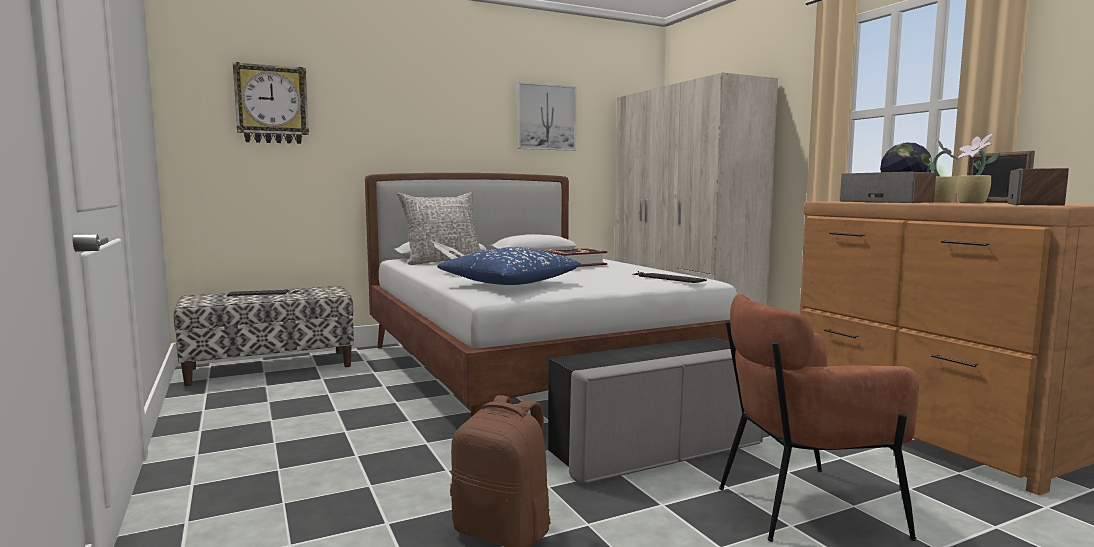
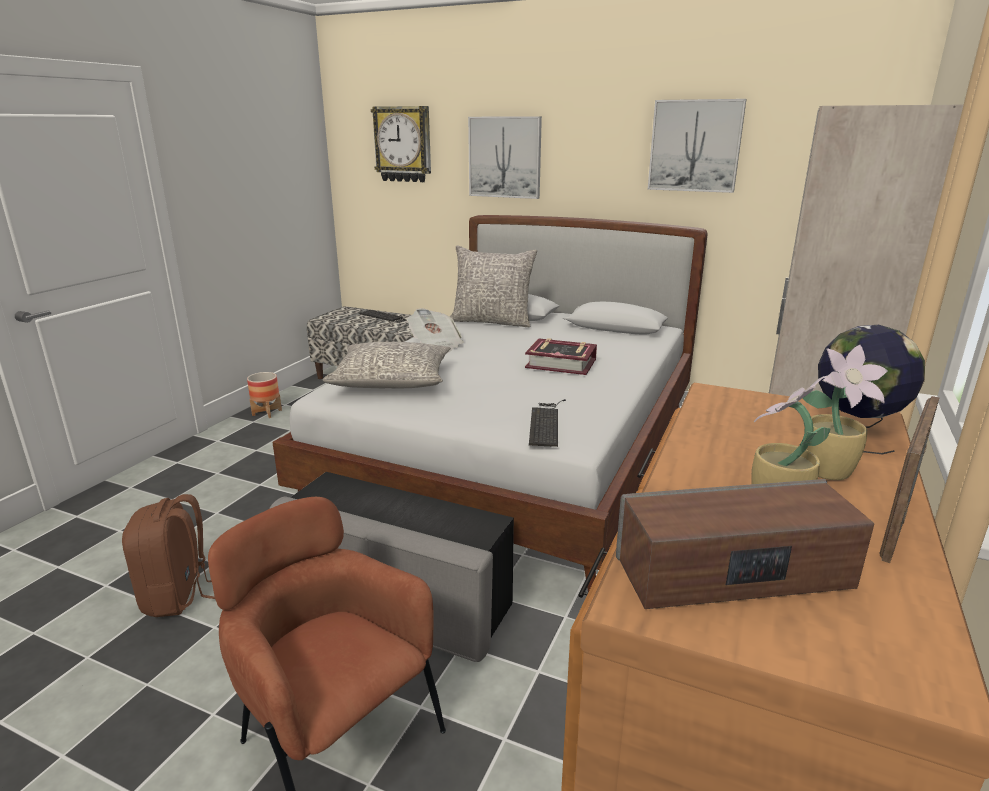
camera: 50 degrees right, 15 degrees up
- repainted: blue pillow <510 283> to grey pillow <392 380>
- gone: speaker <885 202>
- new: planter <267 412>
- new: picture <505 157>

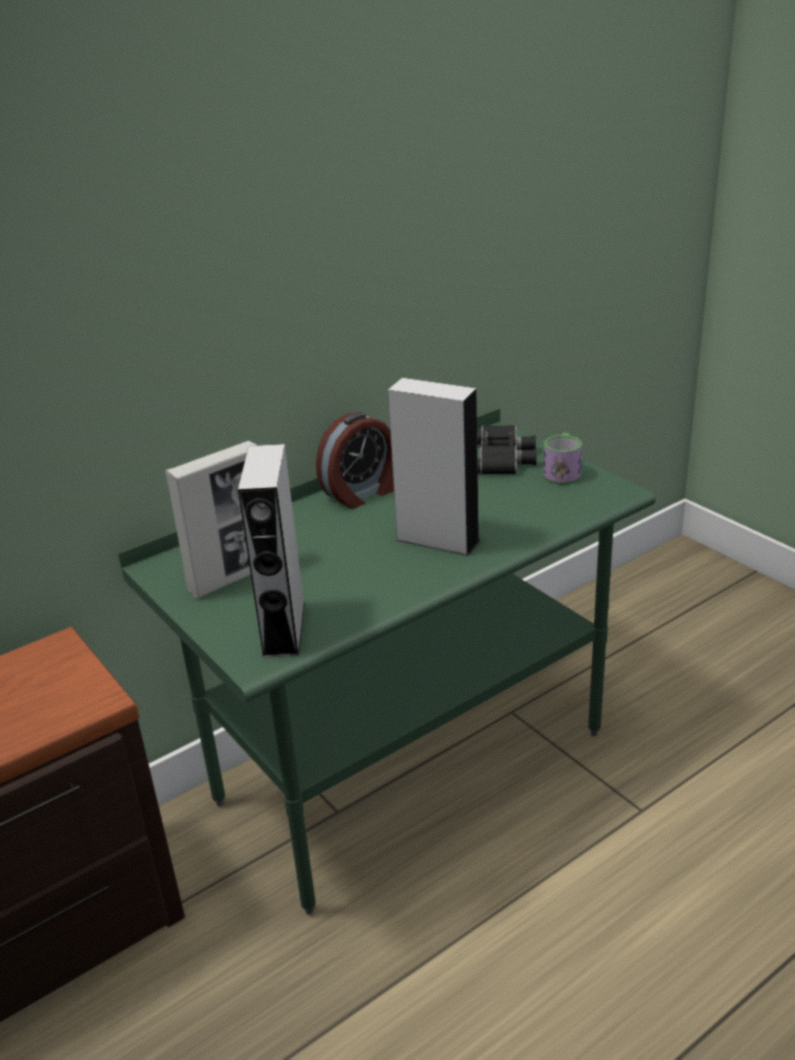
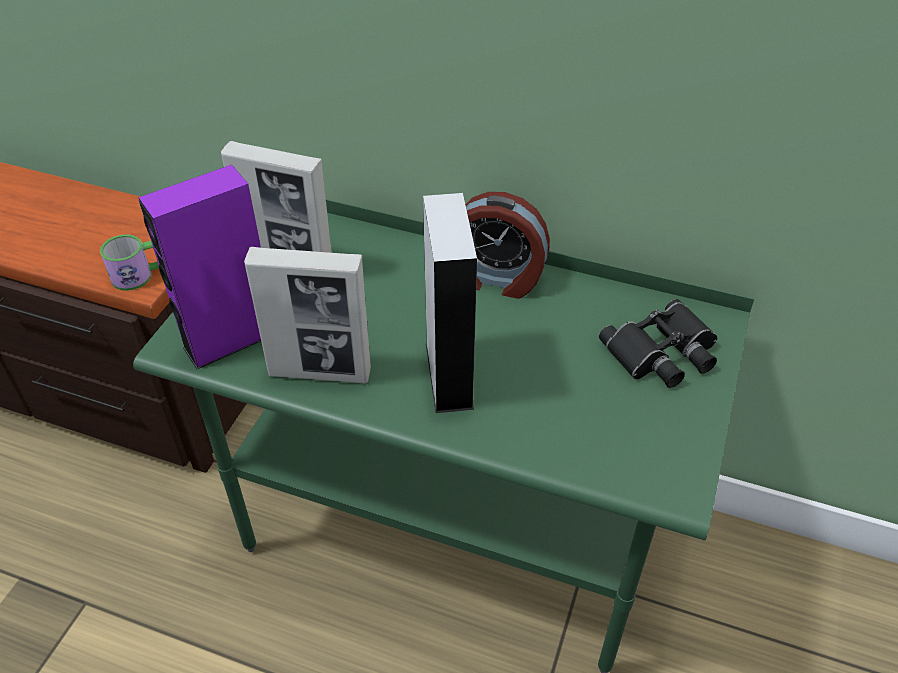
camera: 55 degrees right, 15 degrees up
- repainted: grey speaker <284 629> to purple speaker <231 340>
- shifted: mug <563 472> to <139 275>
- new: picture frame <320 372>

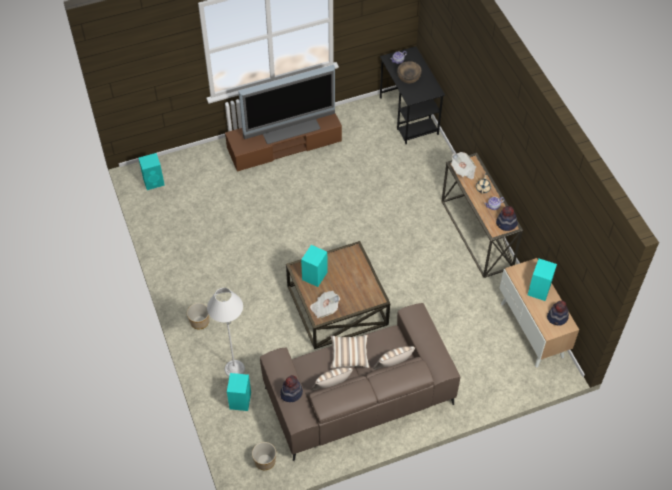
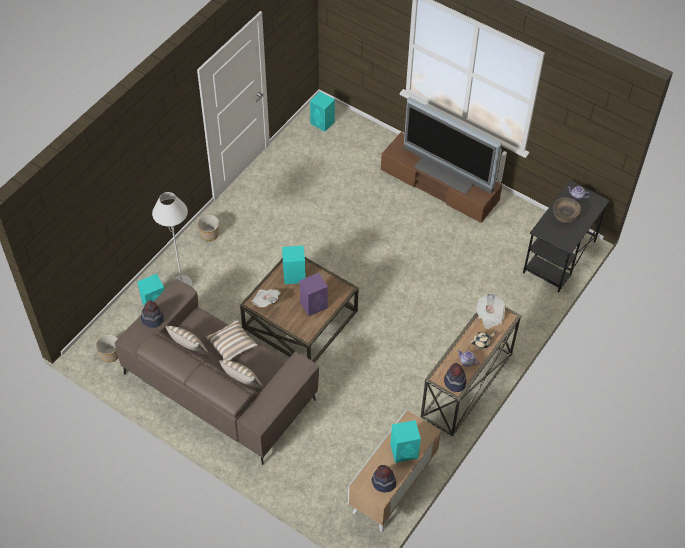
camera: 55 degrees right, 0 degrees up
- new: purple speaker <314 305>

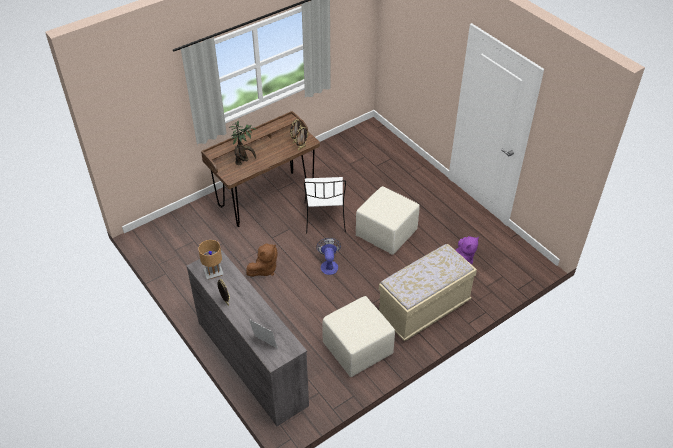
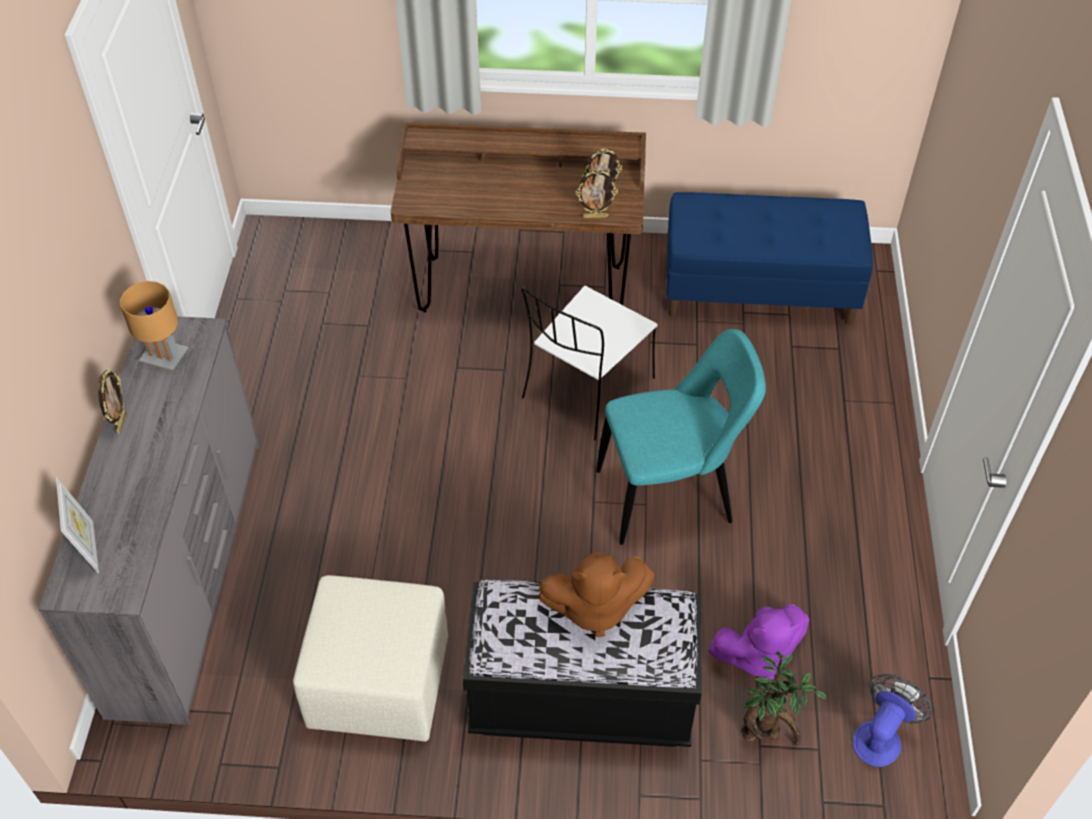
camera: 40 degrees right, 5 degrees up
- shifted: potted plant <244 161> to <766 734>
- shifted: brown plush toy <264 269> to <594 608>
- shifted: fan <329 265> to <880 736>
- swapped: beige ottoman <387 234> to turquoise chair <670 495>
- repainted: beige bench <424 309> to black bench <581 699>
- new: blue bench <759 291>

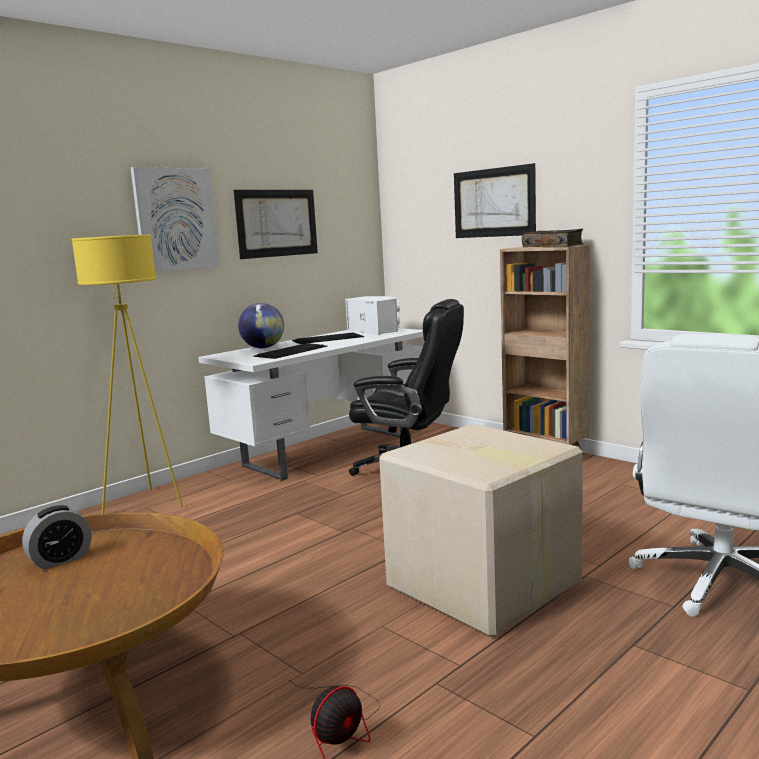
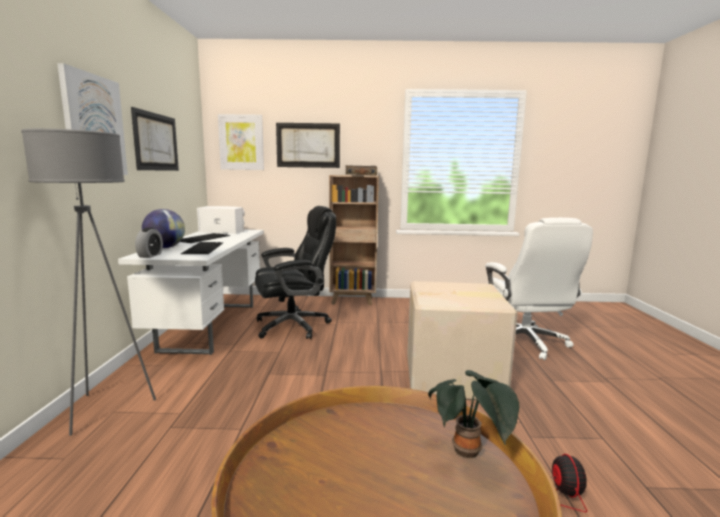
camera: 45 degrees left, 0 degrees up
- shifted: alarm clock <61 560> to <150 255>
- repainted: yellow floor lamp <146 504> to grey floor lamp <107 408>
- new: picture <241 142>
- new: potted plant <468 453>

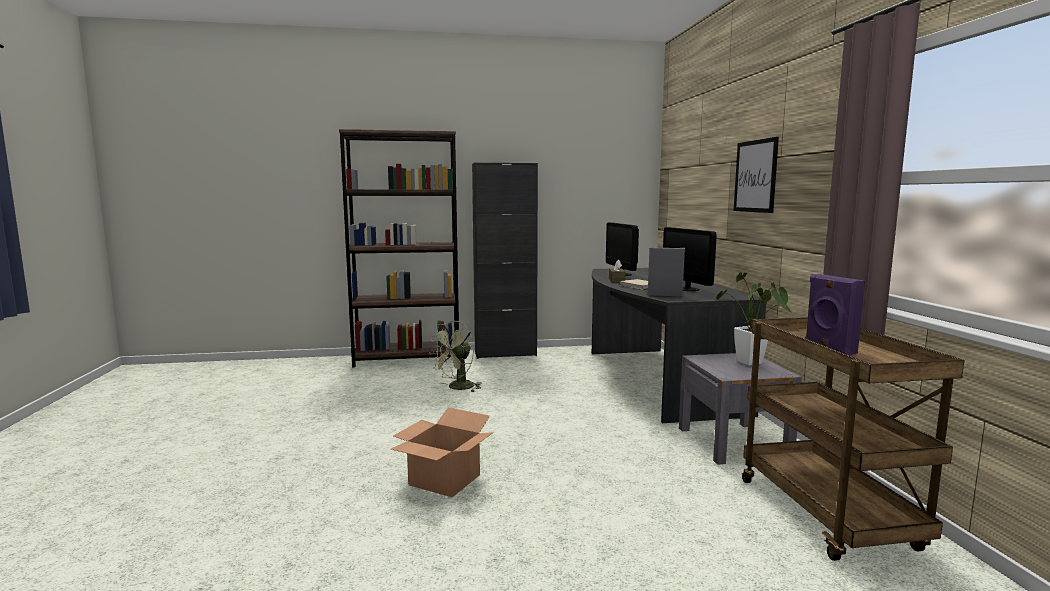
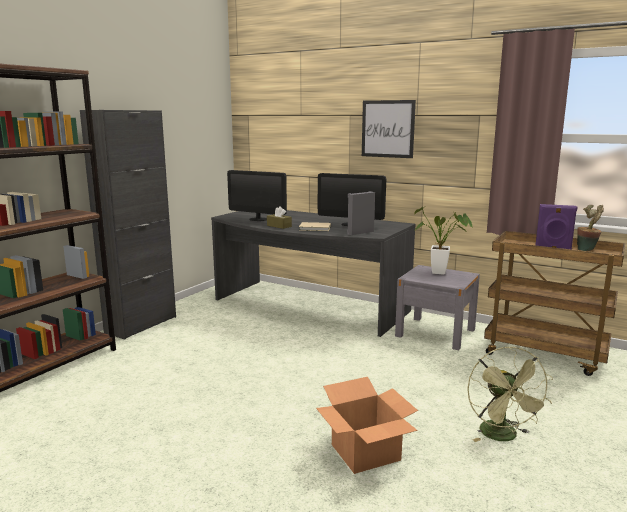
camera: 50 degrees left, 5 degrees up
- shifted: green fan <457 388> to <503 437>
- new: potted plant <587 249>

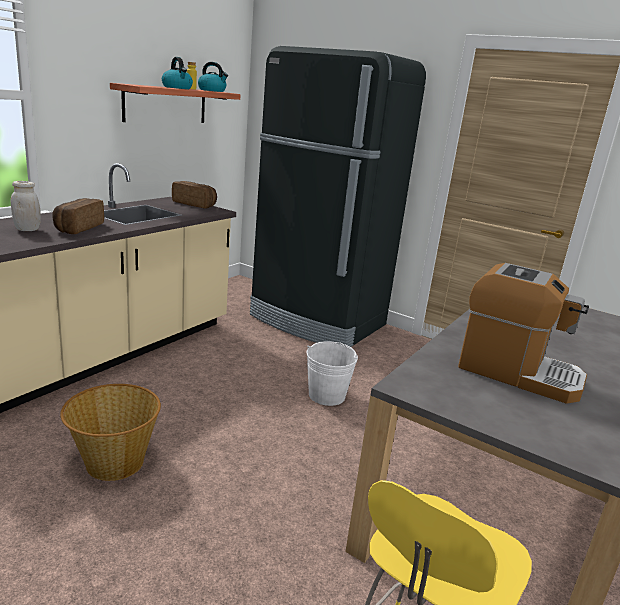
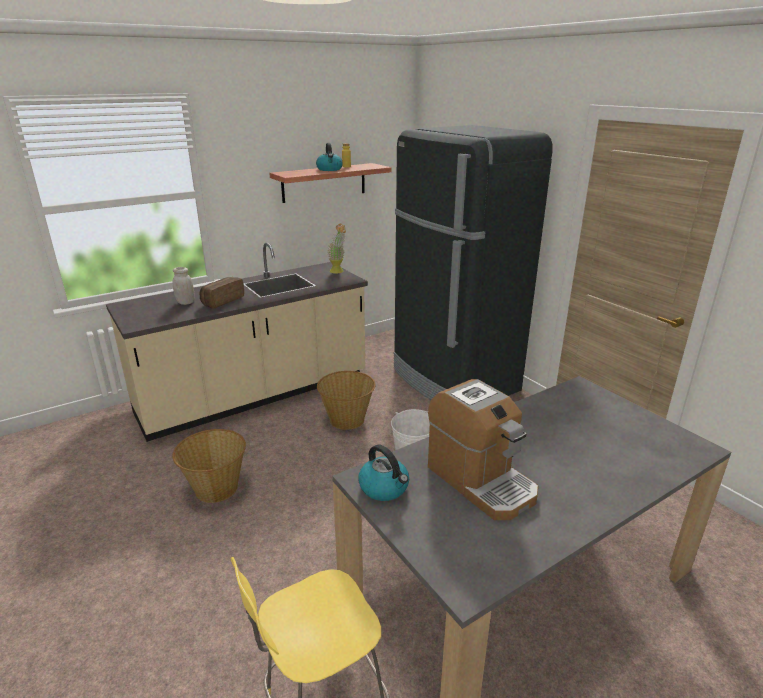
camera: 25 degrees right, 5 degrees up
- swapped: bread <195 204> to potted plant <338 272>
- shifted: kettle <212 91> to <384 488>
- new: basket <347 419>

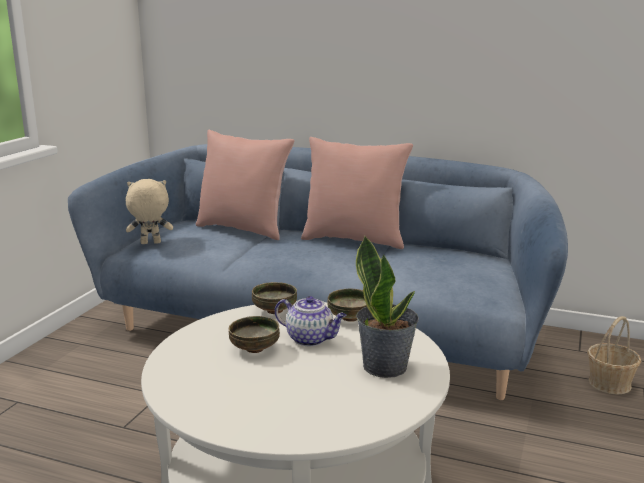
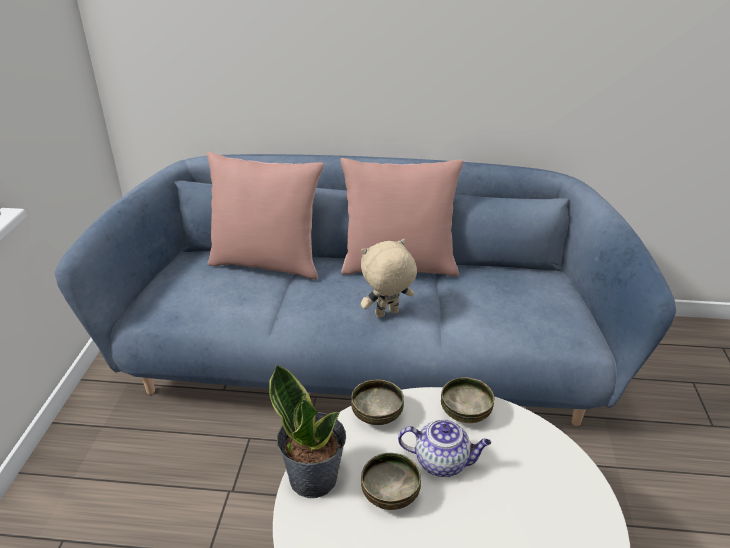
camera: 15 degrees left, 15 degrees up
- shifted: beige plush toy <150 243> to <387 314>
- shifted: potted plant <385 366> to <314 477>
- gone: basket <610 383>

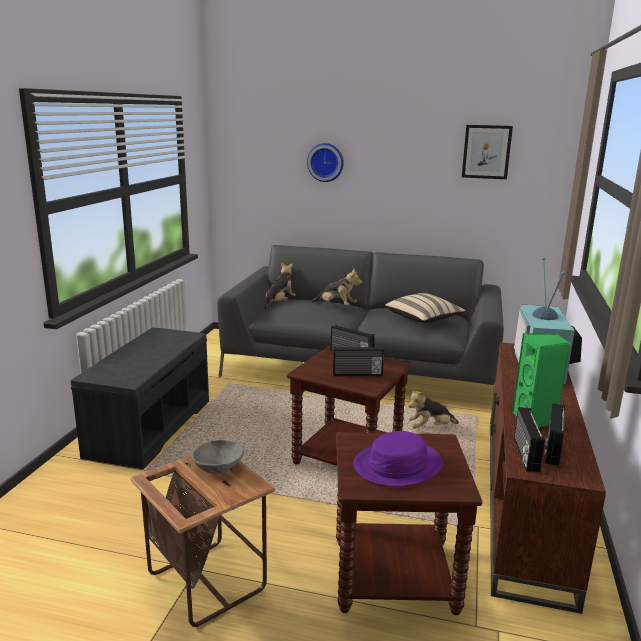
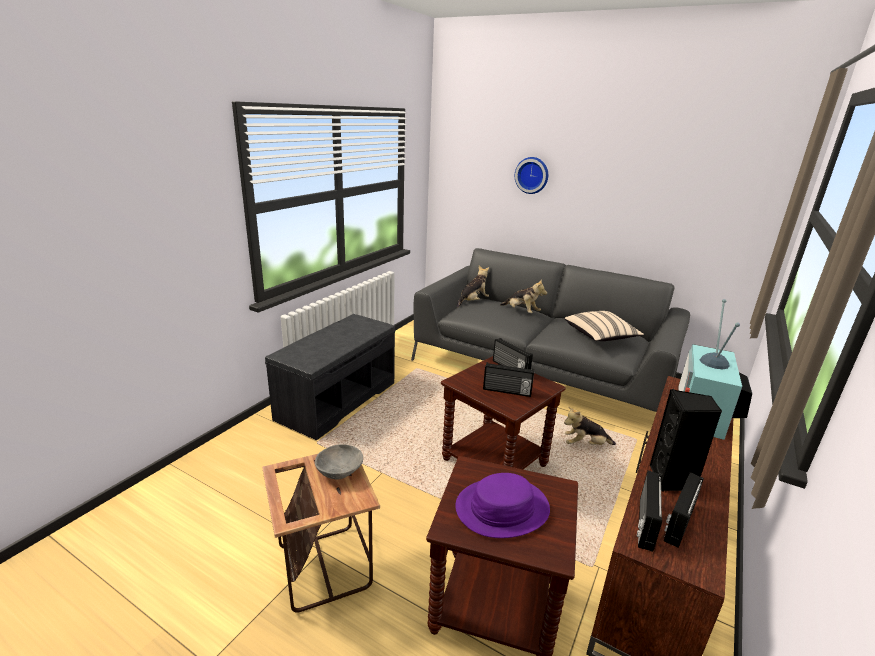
camera: 15 degrees right, 5 degrees up
- gone: picture <486 152>
- repainted: green speaker <535 419> to black speaker <672 480>

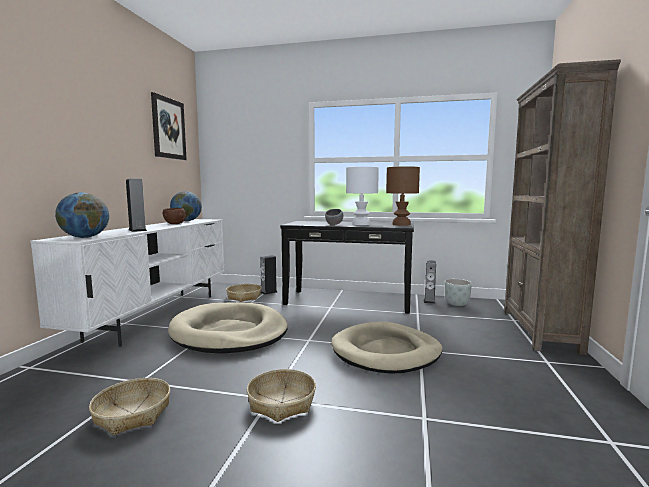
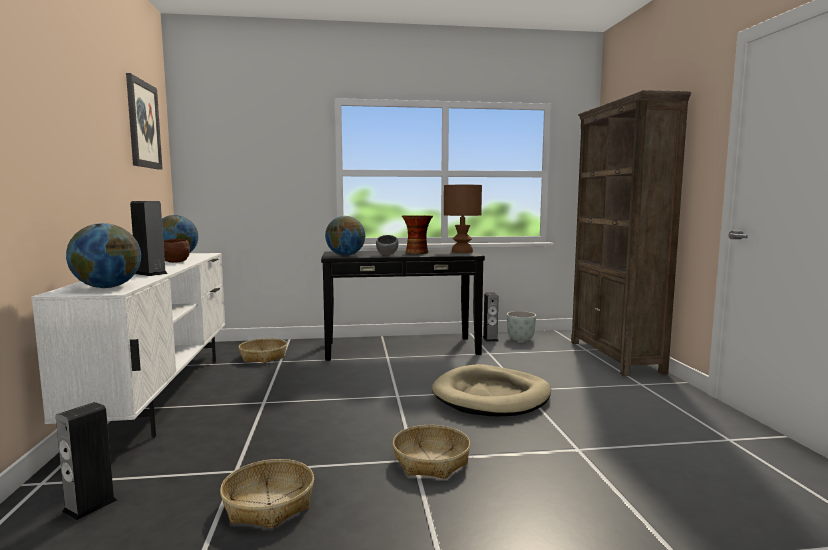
camera: 20 degrees left, 0 degrees up
- gone: beige dog bed <229 332>
- shifted: speaker <268 292> to <90 506>
- swapped: white table lamp <361 224> to vase <417 253>
- new: globe <345 255>

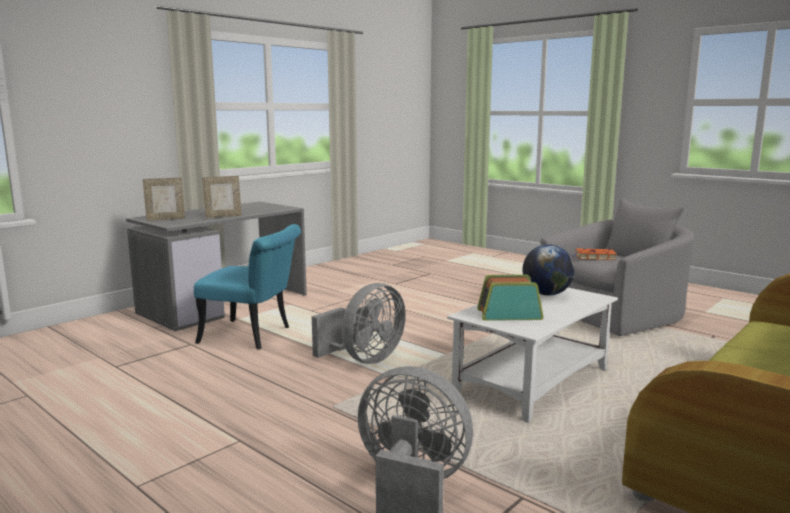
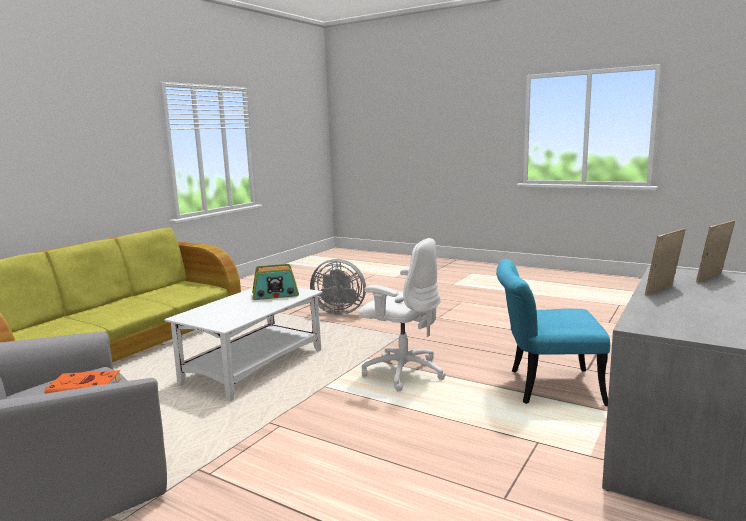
camera: 170 degrees right, 0 degrees up
- swapped: grey fan <365 359> to white office chair <403 372>
- gone: globe <546 294>

